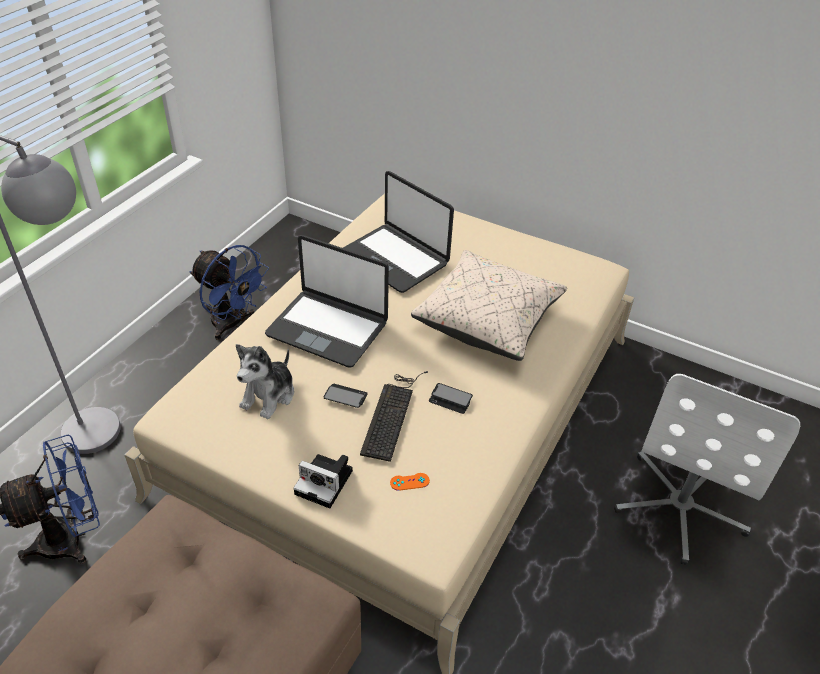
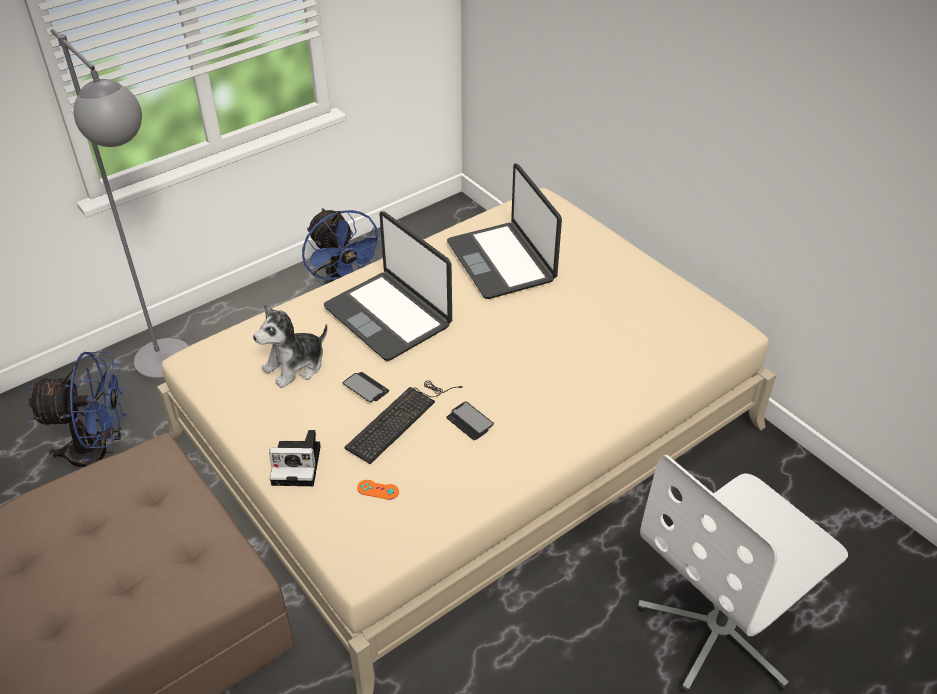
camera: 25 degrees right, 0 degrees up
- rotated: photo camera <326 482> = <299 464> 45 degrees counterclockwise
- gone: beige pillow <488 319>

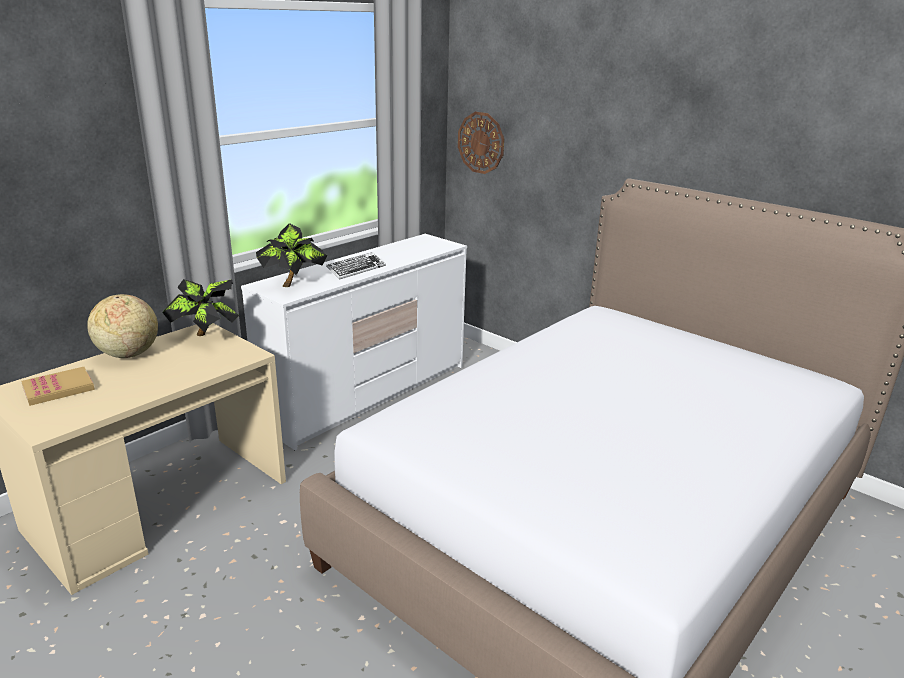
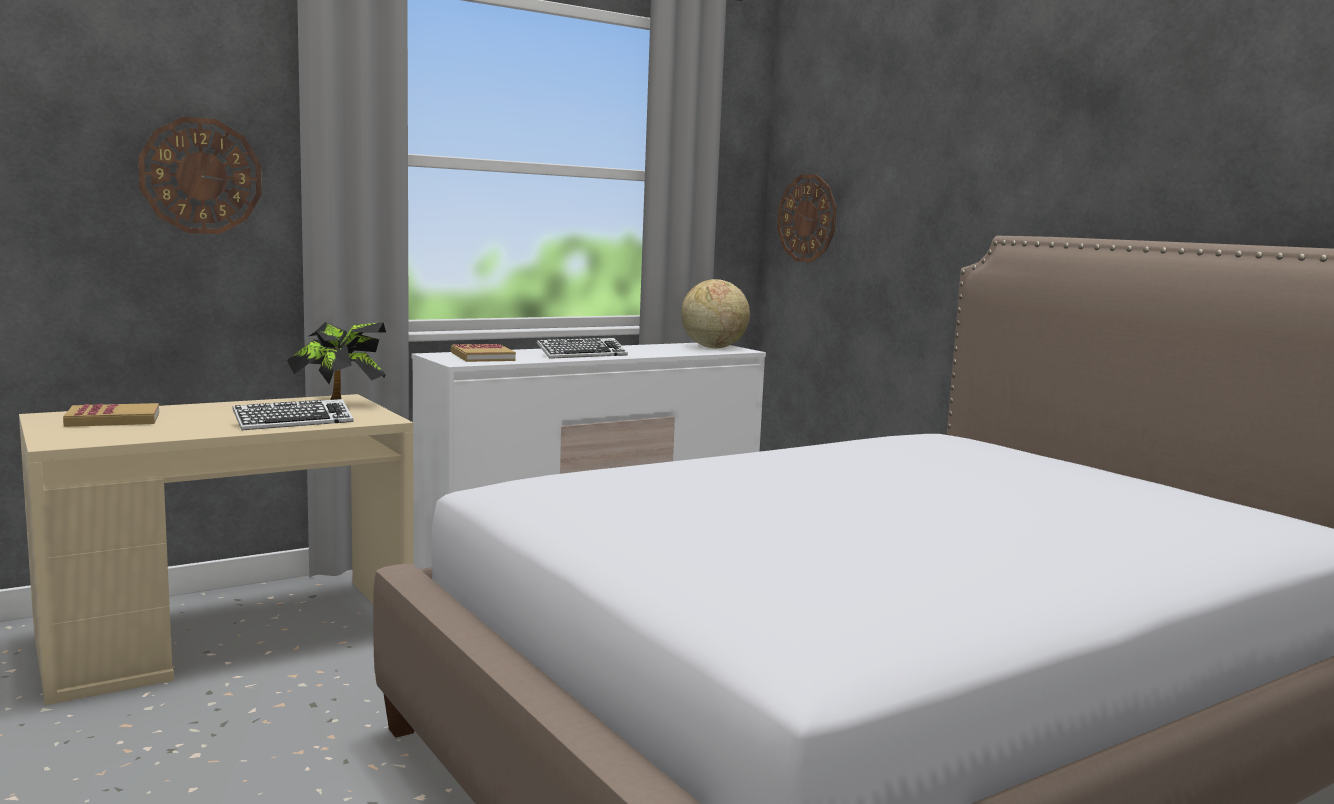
camera: 15 degrees right, 15 degrees down
- shifted: globe <128 354> to <713 347>
- swapped: potted plant <293 284> to book <482 356>
- new: wall clock <201 176>
- new: keyboard <293 422>

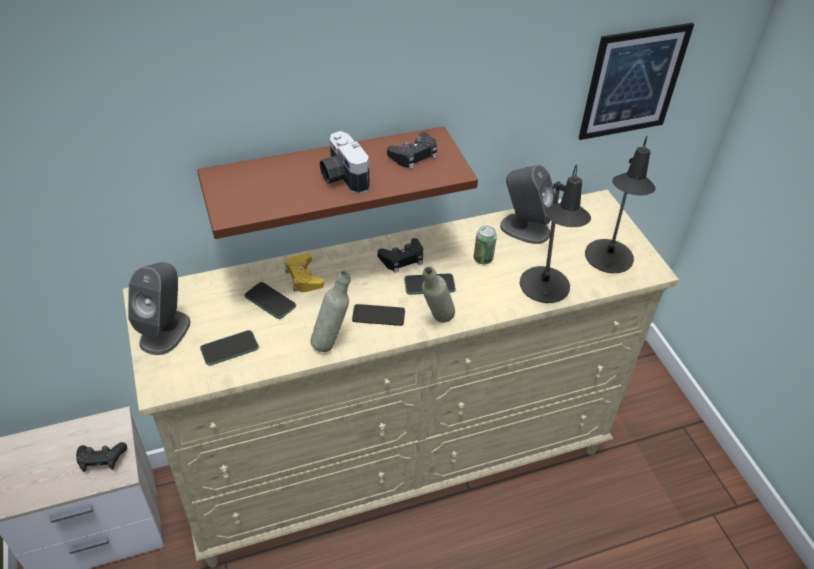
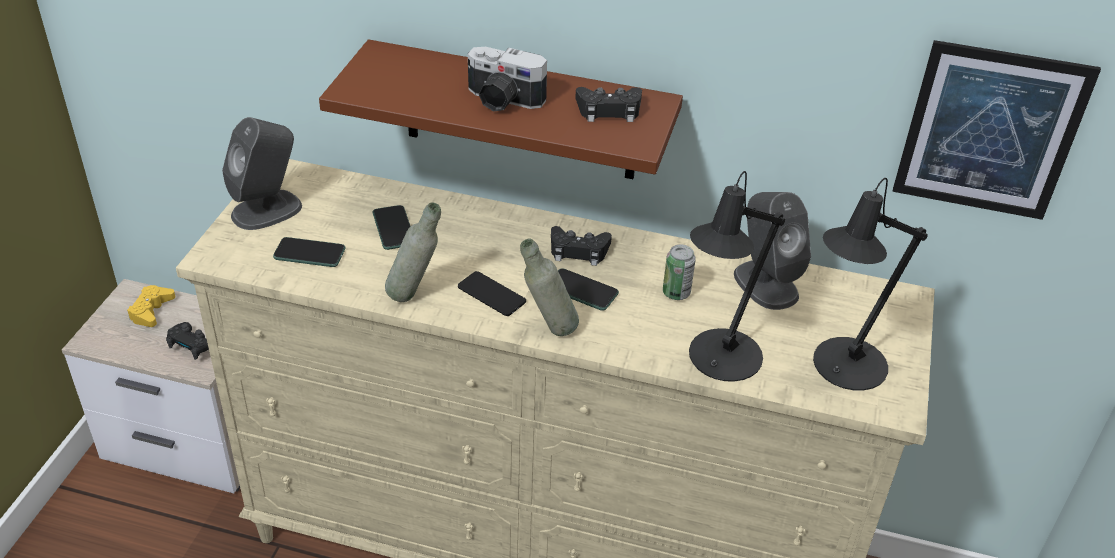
camera: 35 degrees right, 5 degrees down
- shifted: yellow game controller <303 277> to <151 310>
- rotated: photo camera <341 177> = <502 101> 75 degrees counterclockwise

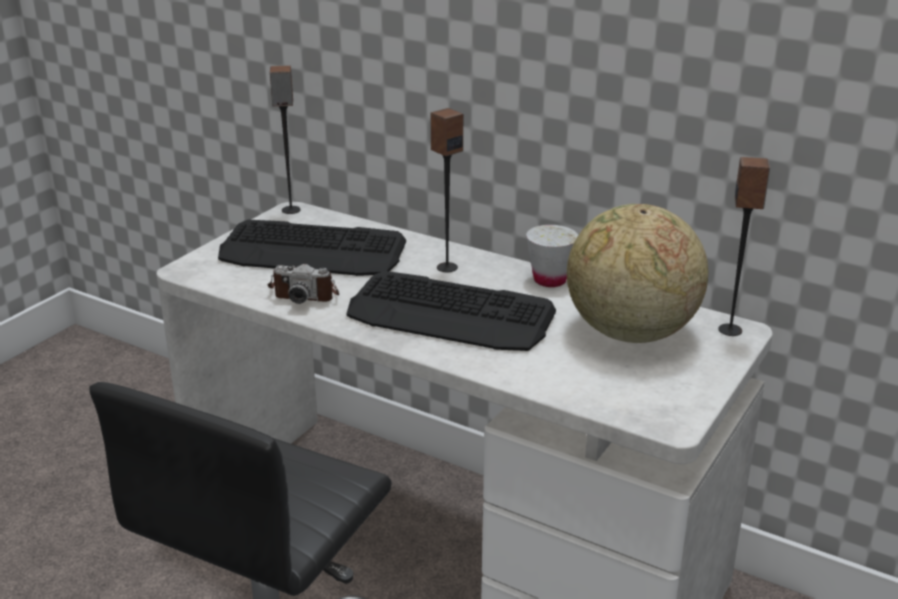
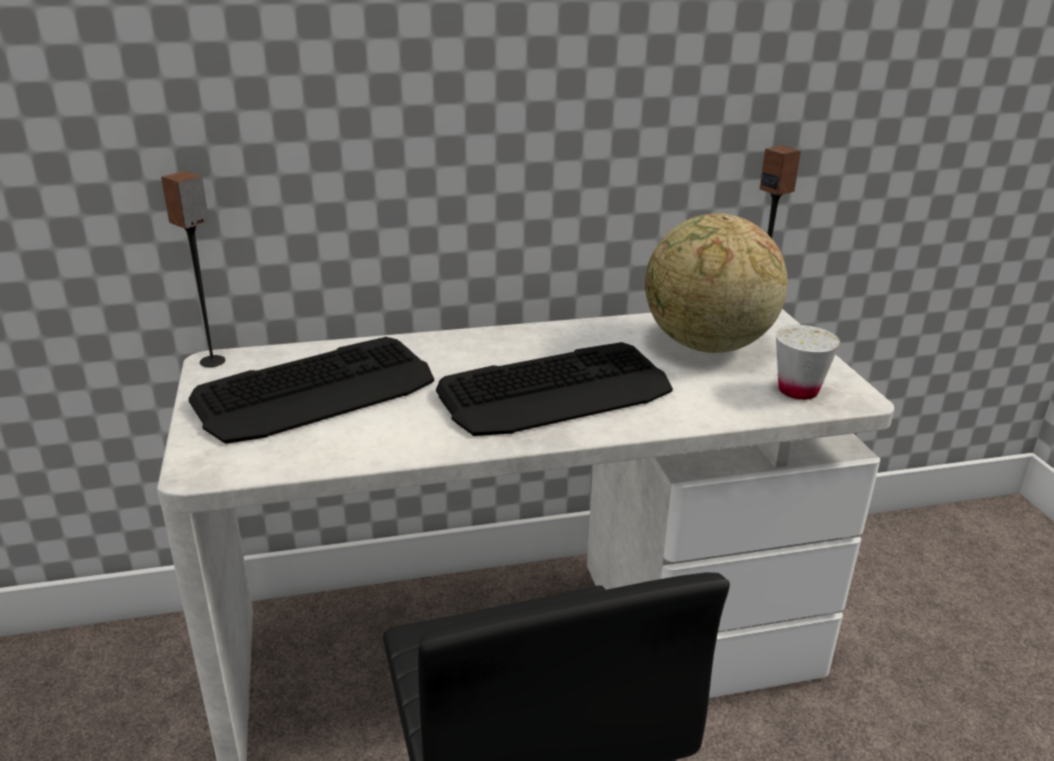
camera: 45 degrees left, 0 degrees up
- gone: photo camera <305 293>
- gone: speaker <446 267>
- shifted: white cup <550 280> to <798 390>

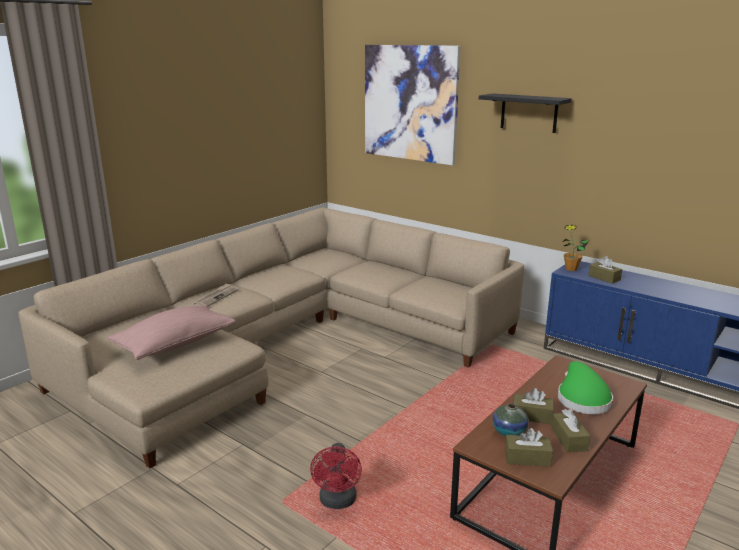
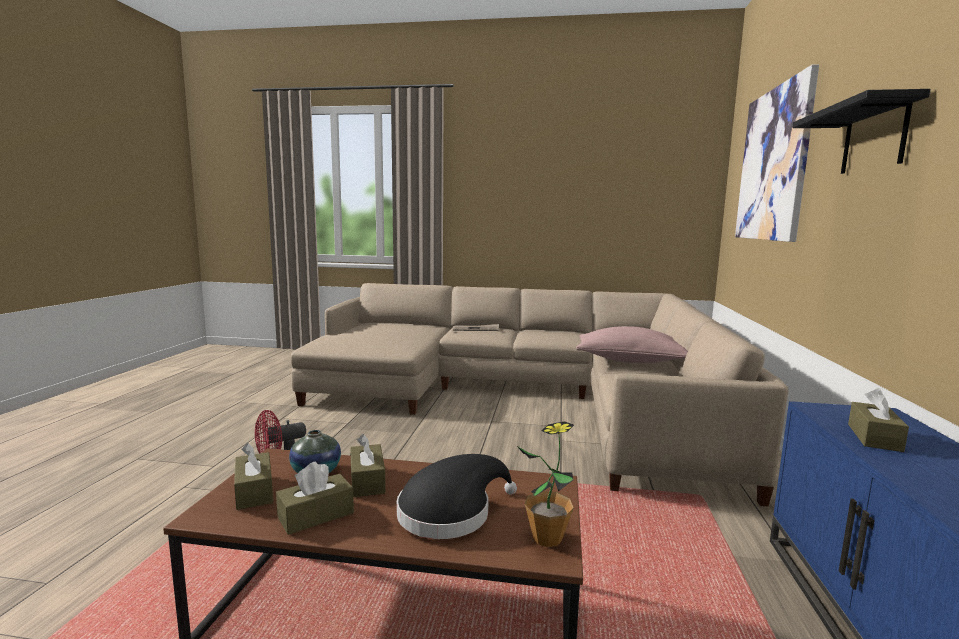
camera: 60 degrees right, 10 degrees down
- shifted: pink pillow <175 344> to <630 361>
- repainted: green hat <581 398> to black hat <450 512>
- shifted: potted plant <571 269> to <547 538>

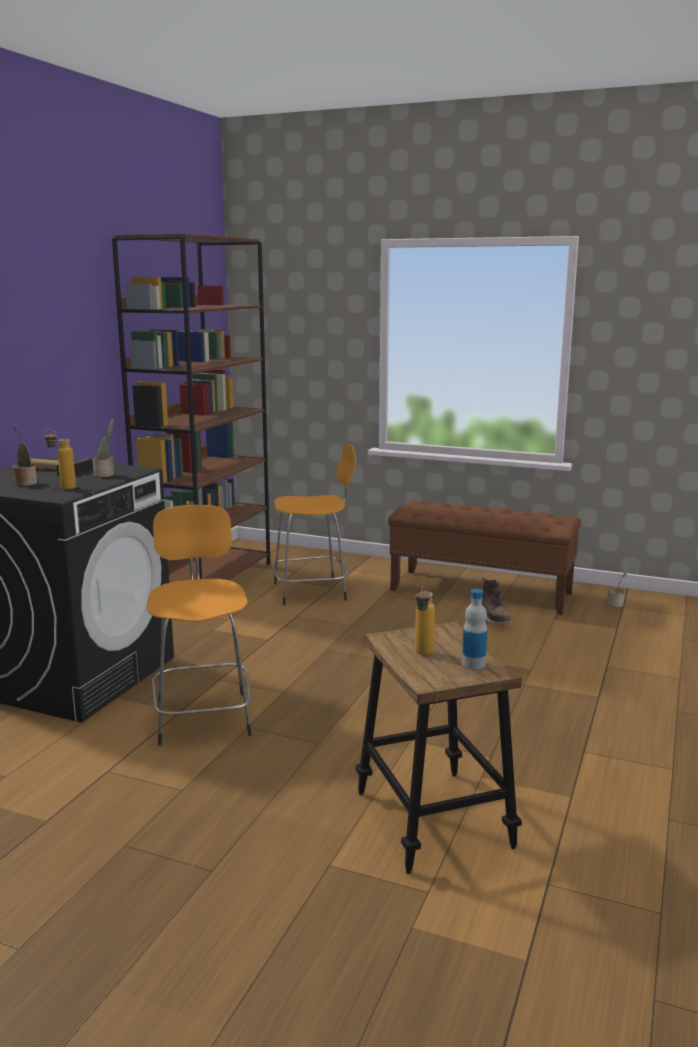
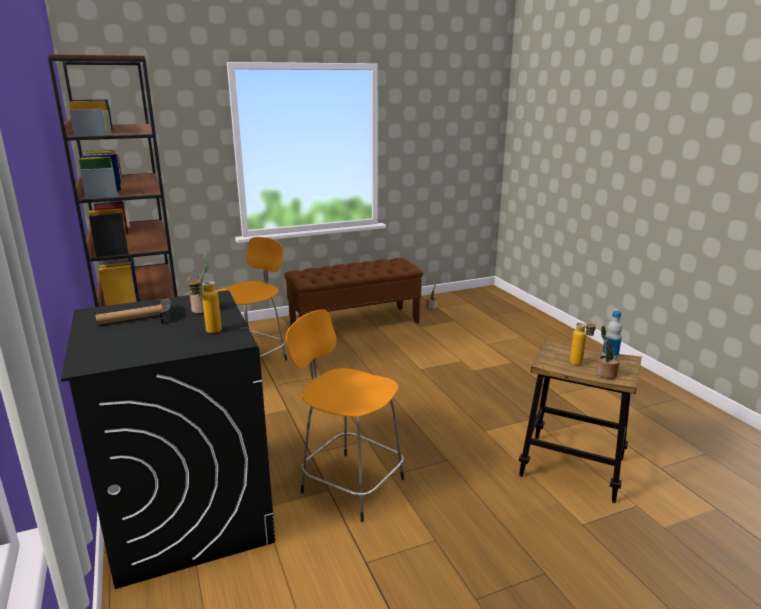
camera: 45 degrees left, 5 degrees up
- shifted: potted plant <25 483> to <605 374>
- gone: brown boot <494 620>

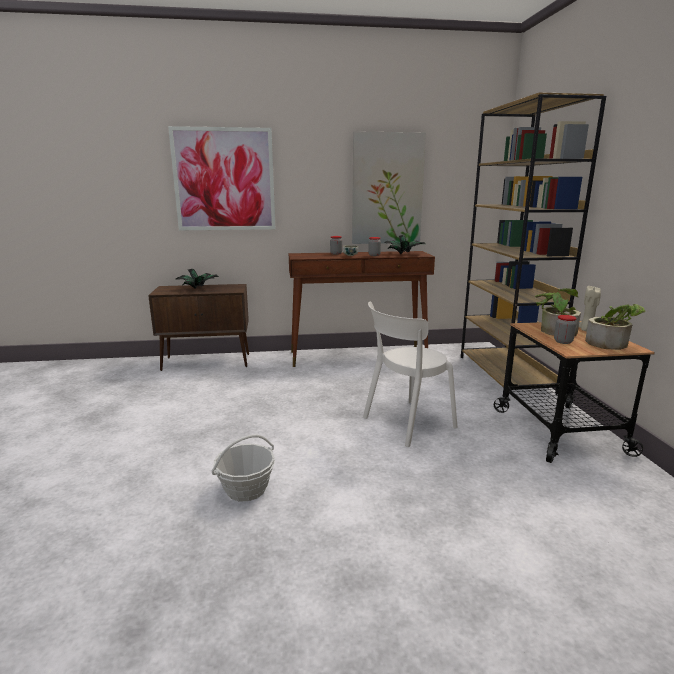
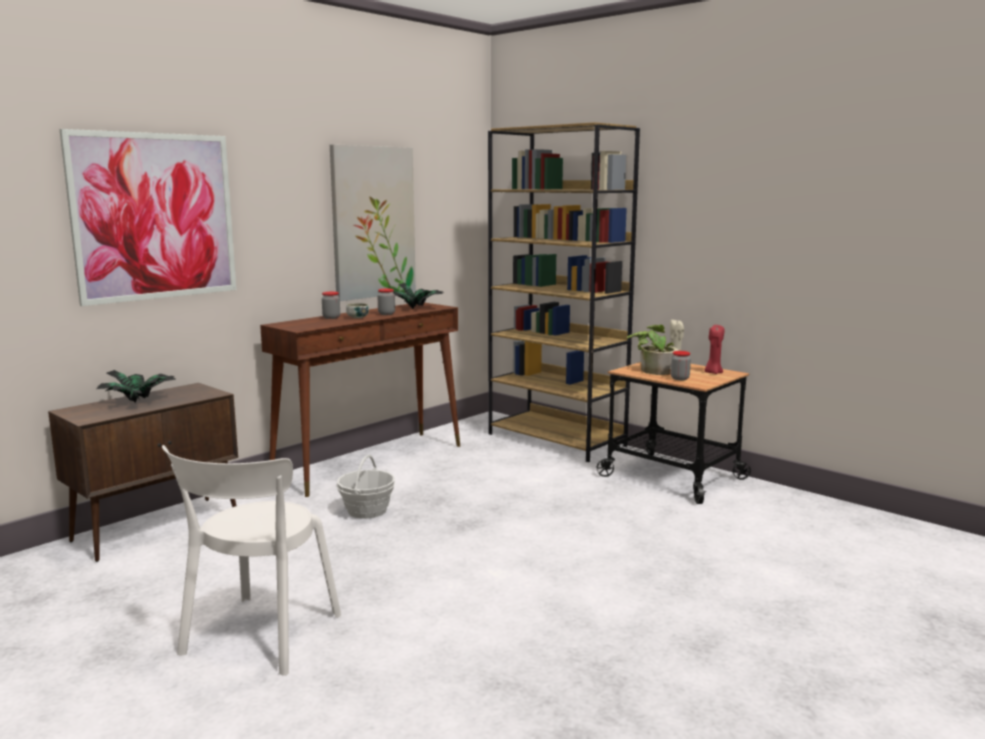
camera: 40 degrees left, 5 degrees down
- shifted: basket <246 489> to <367 511>
- shifted: white chair <405 423> to <258 637>
- swapped: potted plant <612 343> to red candle <713 372>

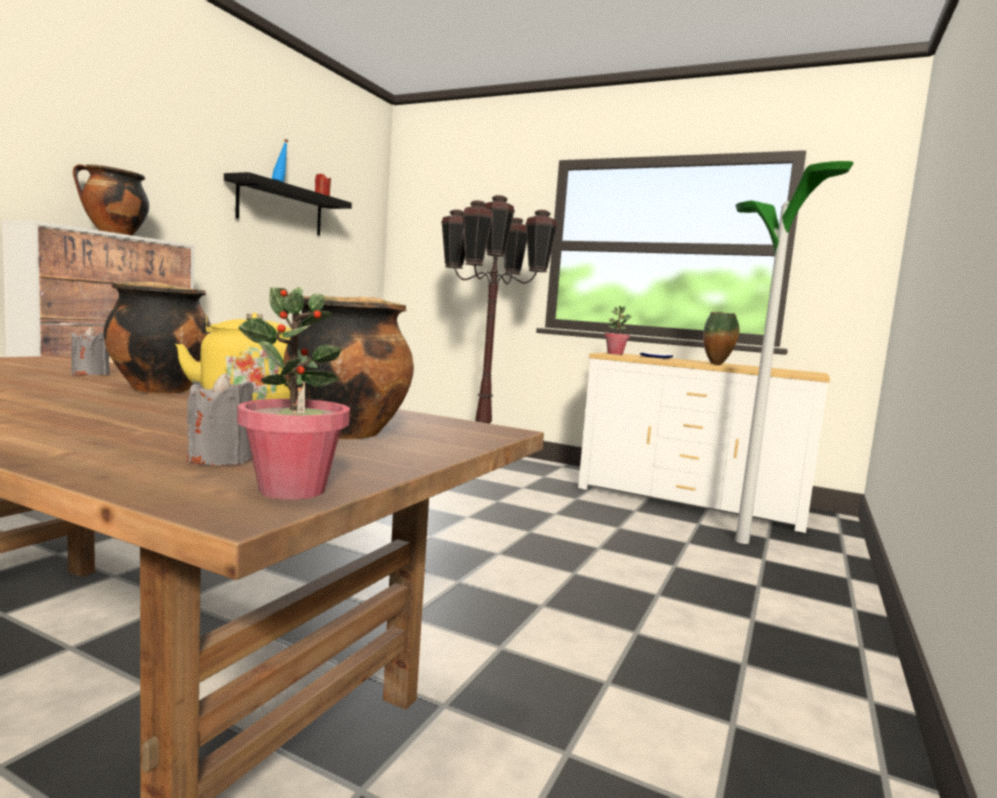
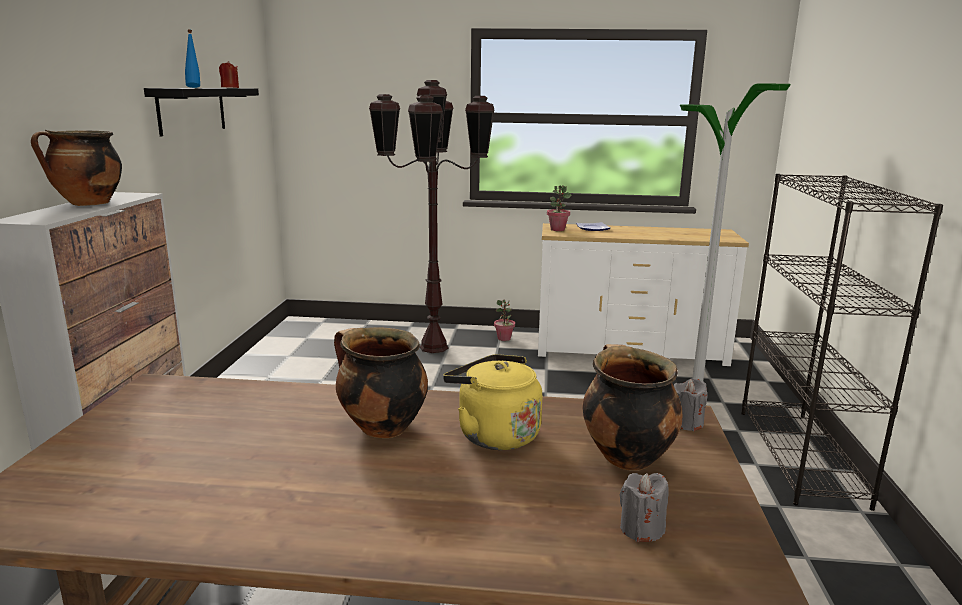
camera: 20 degrees left, 10 degrees up
- shifted: grey candle <90 374> to <686 423>
- shifted: potted plant <292 490> to <504 338>
- gone: vase <717 365>
- new: black bookcase <800 456>

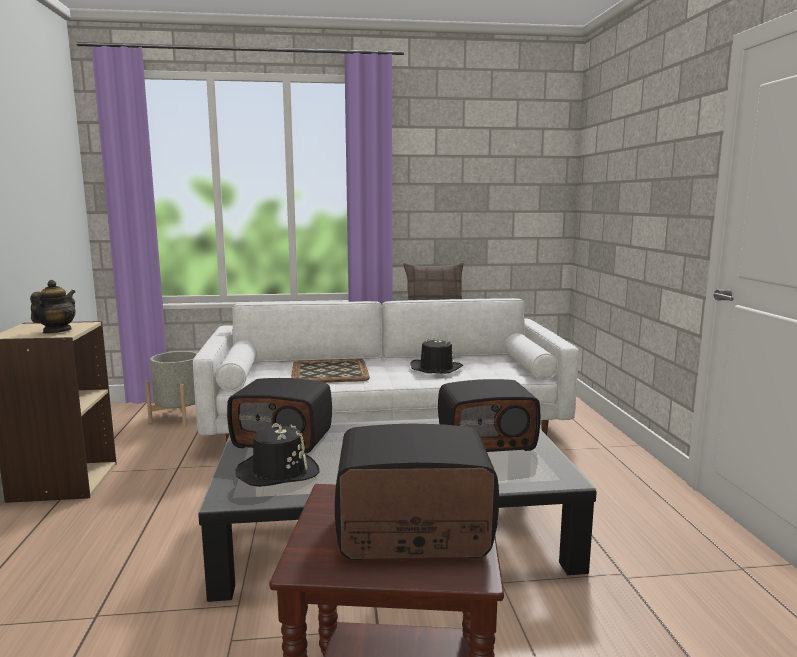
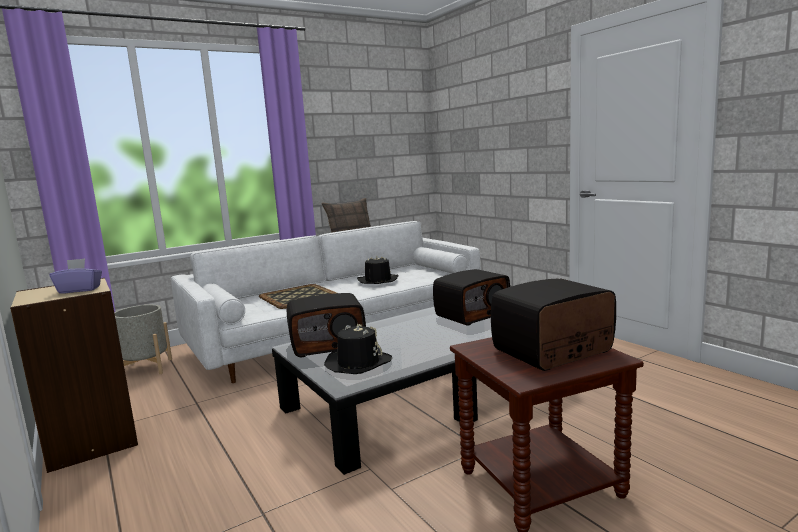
camera: 25 degrees left, 0 degrees up
- swapped: teapot <56 331> to purple tissue box <80 290>

